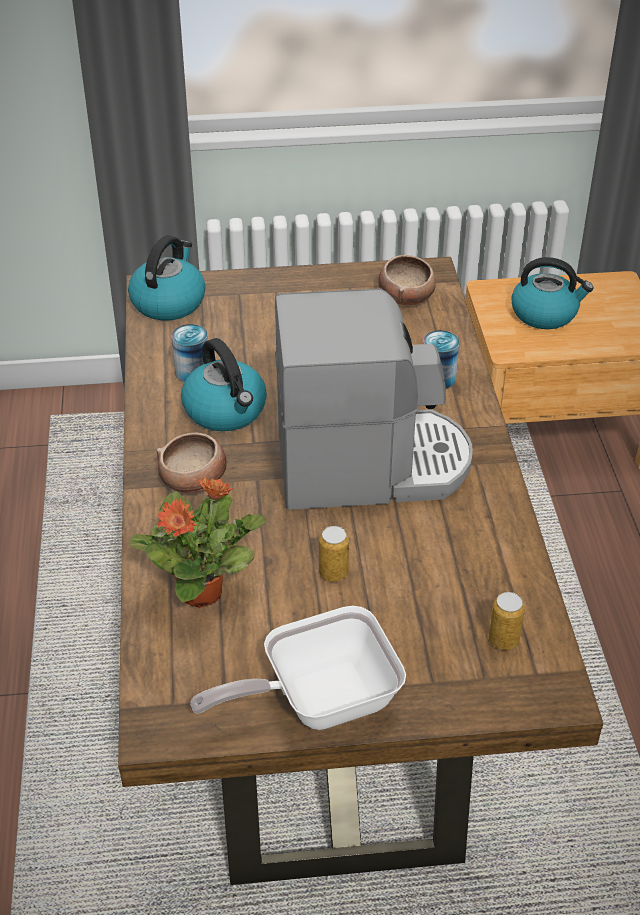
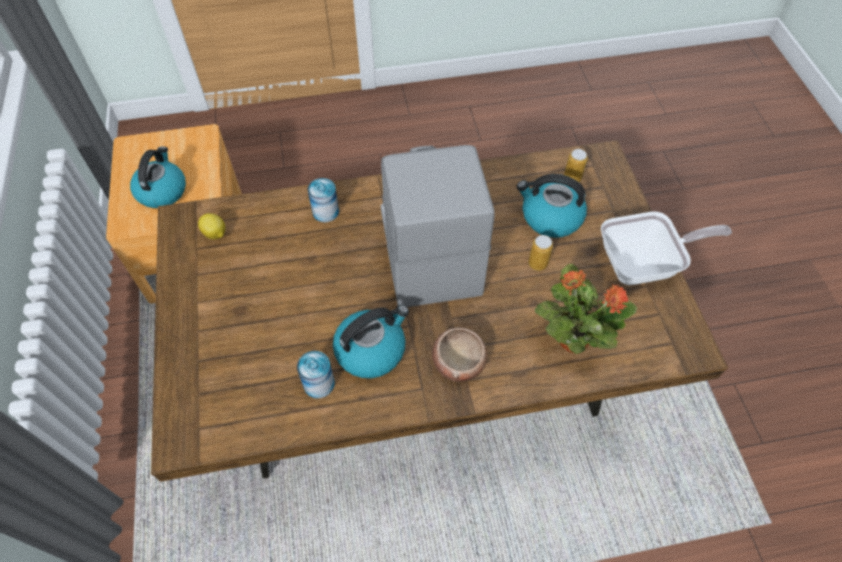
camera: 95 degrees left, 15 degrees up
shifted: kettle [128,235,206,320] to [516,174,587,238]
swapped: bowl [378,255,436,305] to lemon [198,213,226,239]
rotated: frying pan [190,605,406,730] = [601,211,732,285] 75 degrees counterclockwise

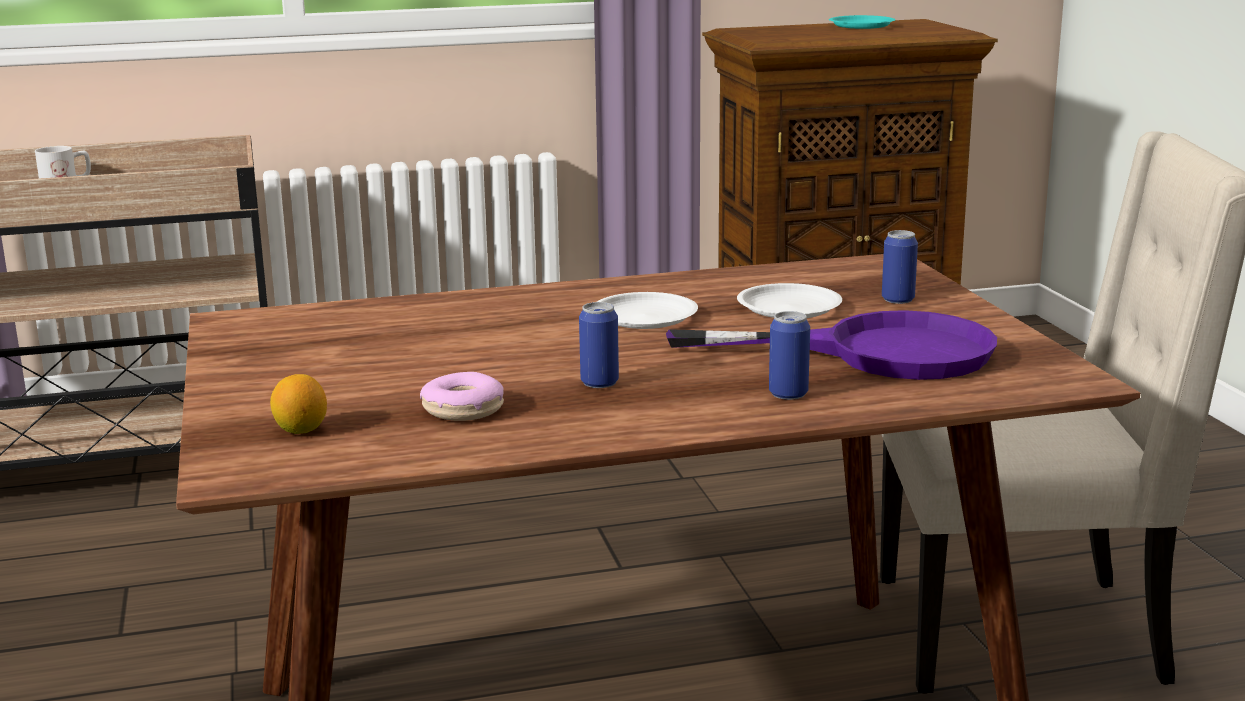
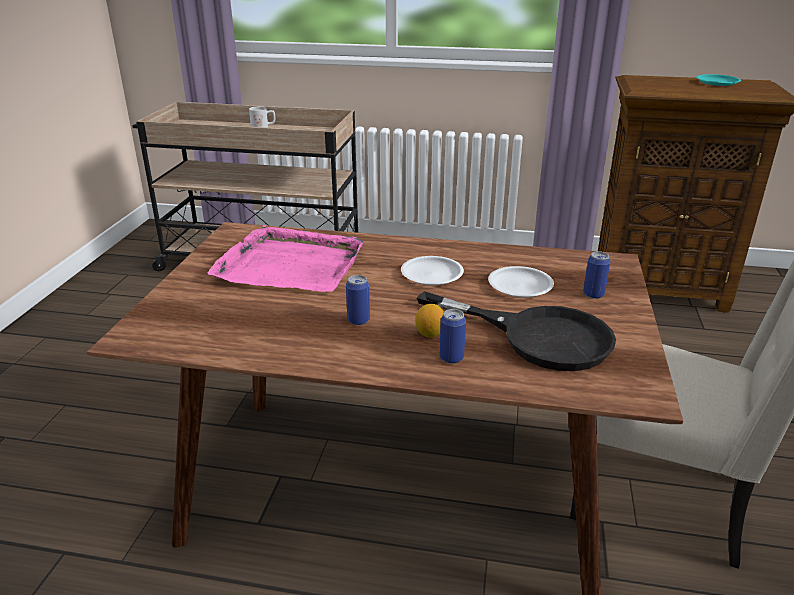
camera: 25 degrees right, 10 degrees up
gone: donut [420,372,504,421]
new: tray (pink) [208,225,364,292]
shifted: lemon [270,374,327,434] to [415,304,444,337]
repainted: frying pan (purple) [666,310,997,380] to frying pan (black) [417,291,616,371]

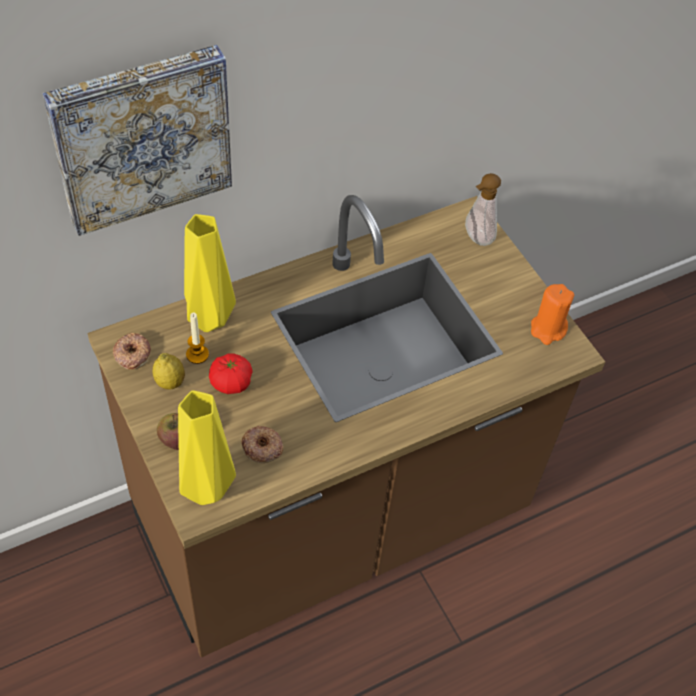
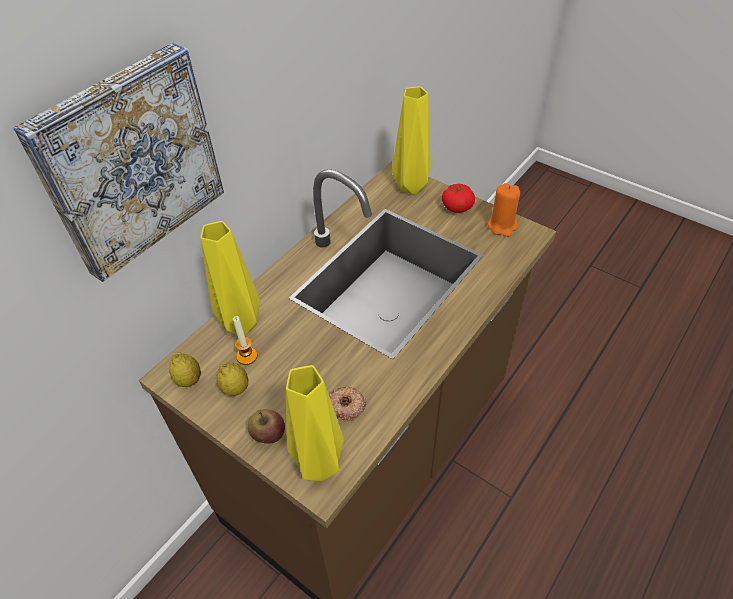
camera: 20 degrees left, 5 degrees down
shifted: tomato [209,353,253,394] to [442,184,475,213]
swapped: donut [113,333,151,370] to lemon [169,353,201,387]; soap dispenser [465,173,501,246] to vase (yellow) [392,86,431,195]

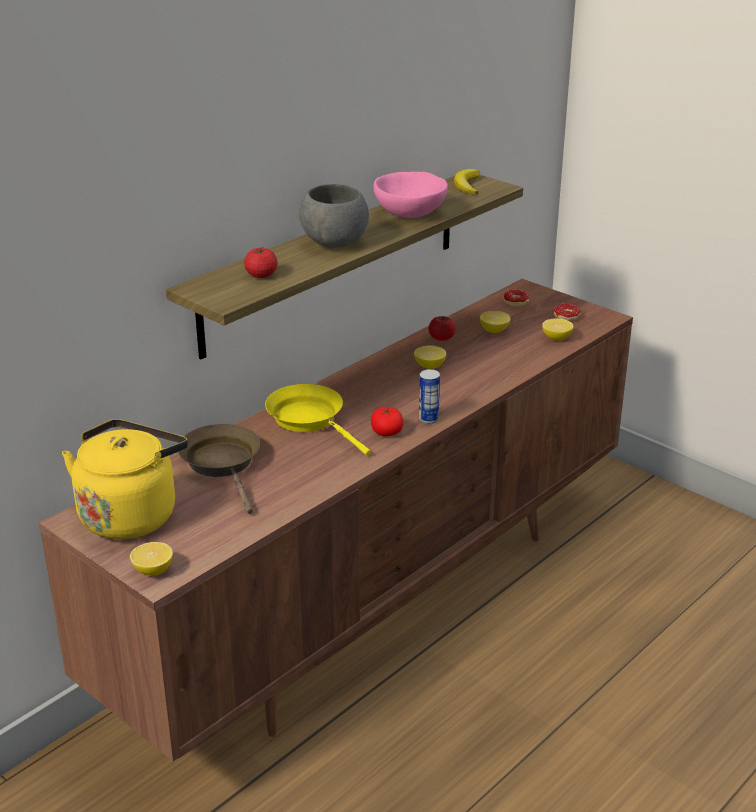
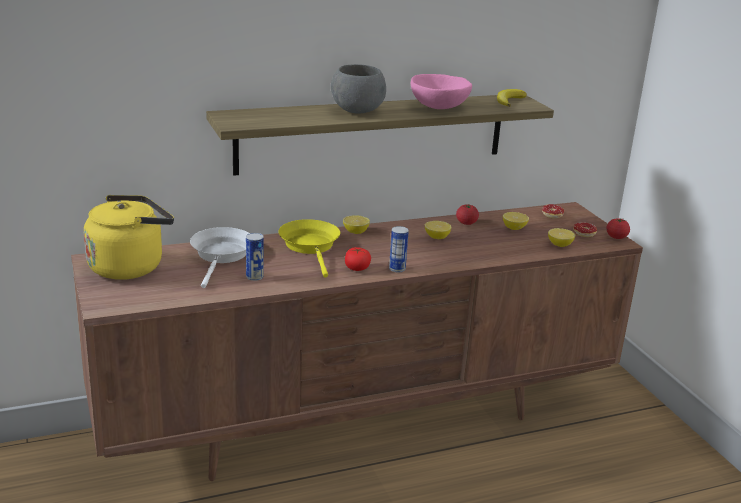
camera: 25 degrees right, 5 degrees down
new: can [246,233,264,281]
shifted: lemon [130,542,173,576] to [343,215,370,234]; tomato [244,247,278,278] to [606,218,630,239]
repainted: frying pan (brown) [178,424,260,514] to frying pan (white) [190,227,250,288]

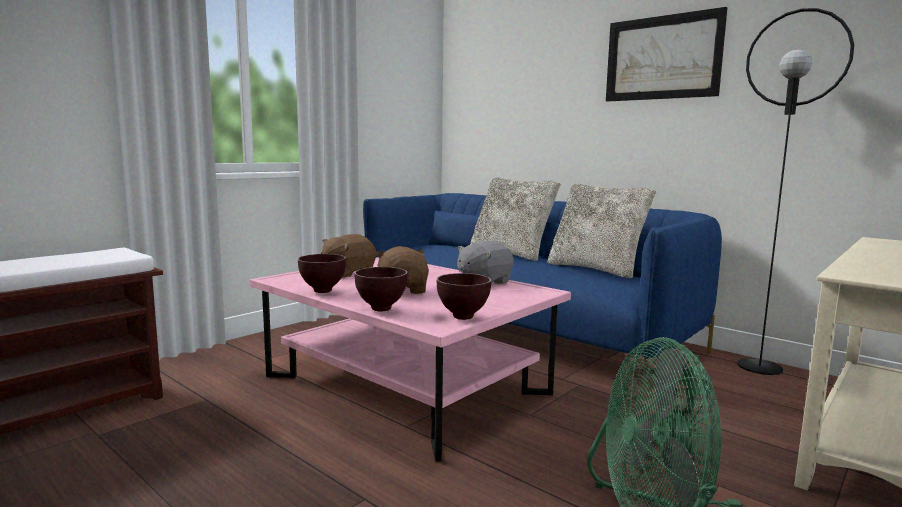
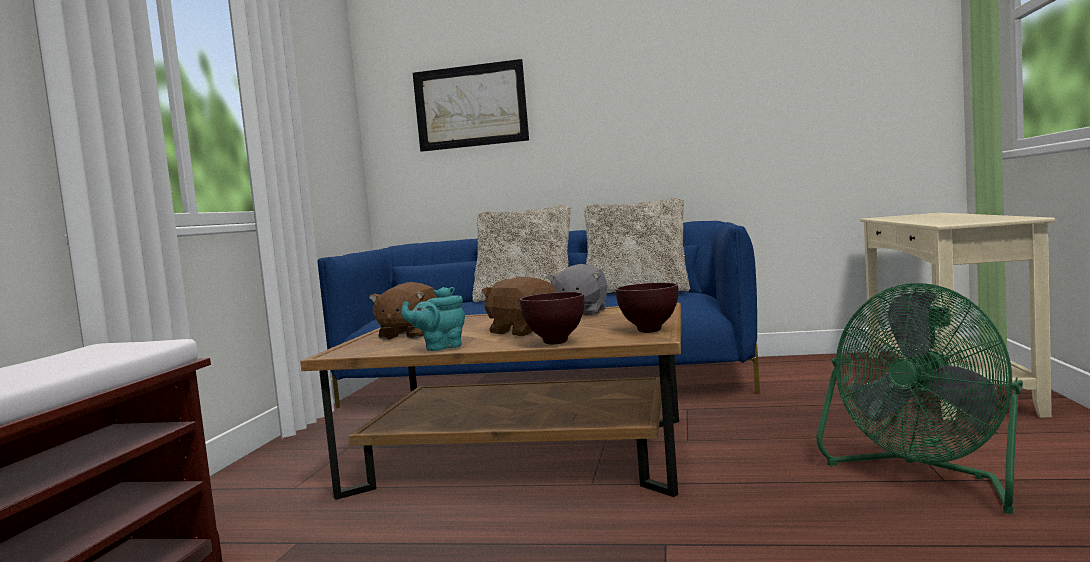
camera: 30 degrees left, 5 degrees down
gone: floor lamp (black) [737,8,854,375]
shifted: picture [606,7,727,102] to [413,59,529,152]
swapped: bowl (brown) [298,254,346,293] to teapot (turquoise) [401,287,465,351]
repainted: coffee table (pink) [250,257,571,462] to coffee table (brown) [300,303,681,500]

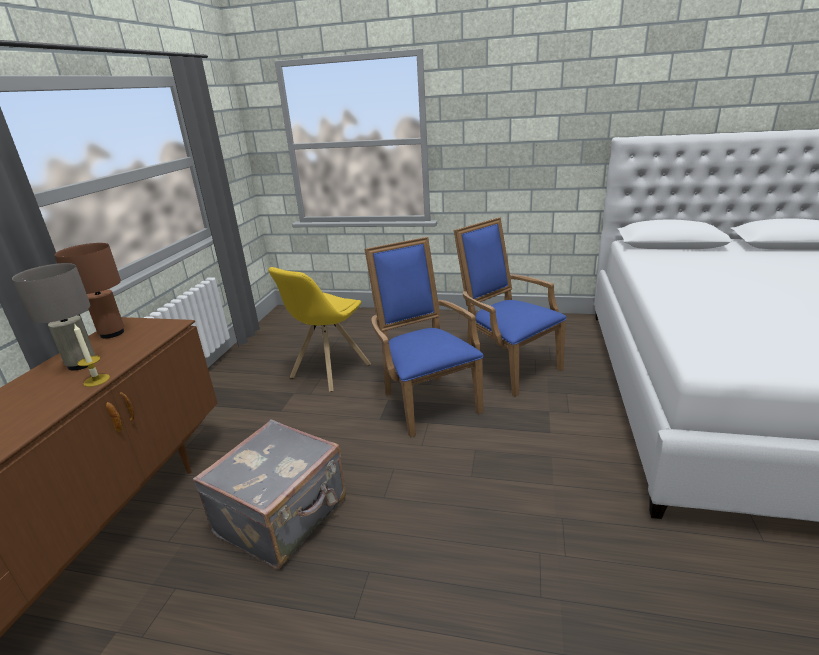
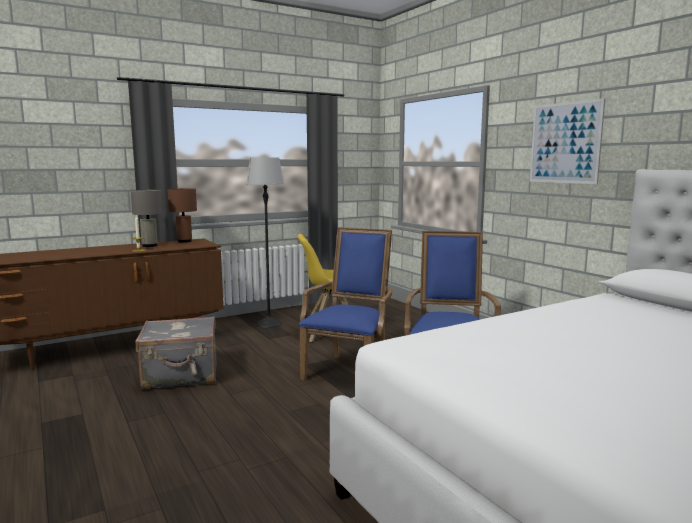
camera: 45 degrees right, 15 degrees down
new: floor lamp [246,157,284,328]; picture [530,98,605,184]

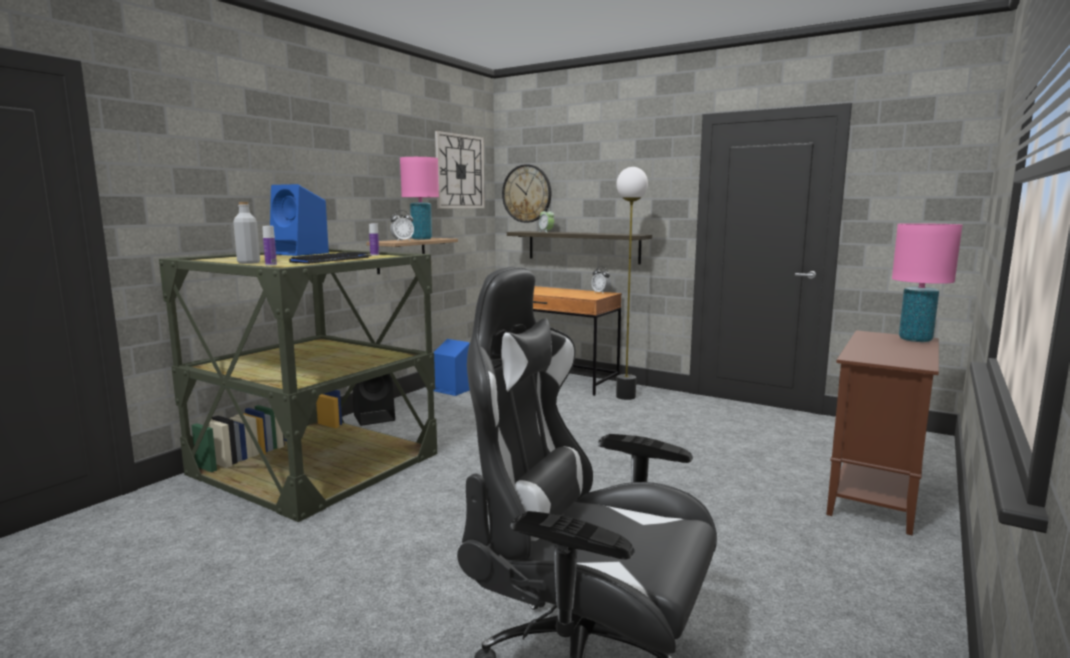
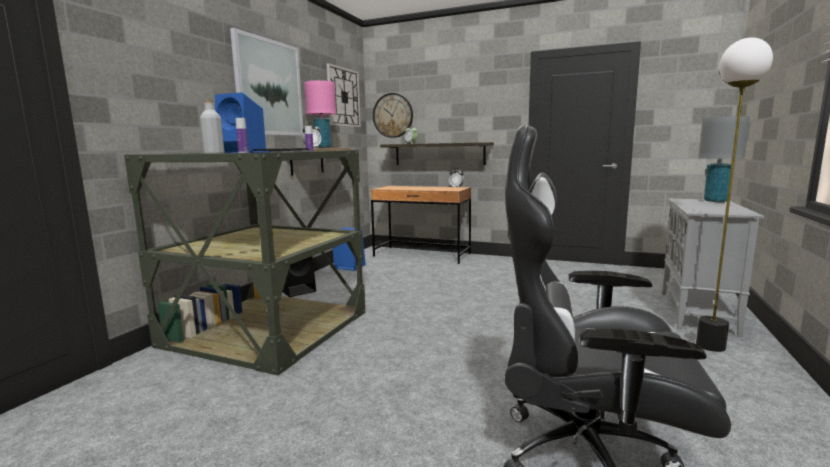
camera: 10 degrees left, 0 degrees up
new: picture [230,28,303,136]
shifted: floor lamp [616,167,648,400] to [696,37,773,352]
repainted: cabinet (brown) [826,330,939,535] to cabinet (grey) [662,199,764,337]; table lamp (pink) [892,223,962,342] to table lamp (grey) [698,116,750,202]

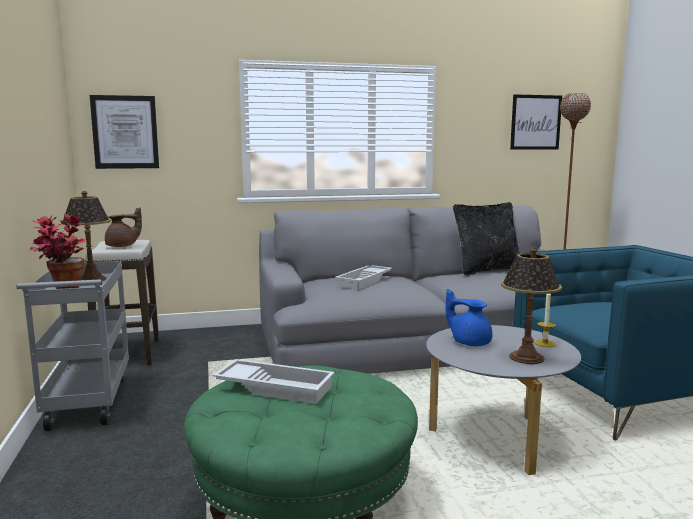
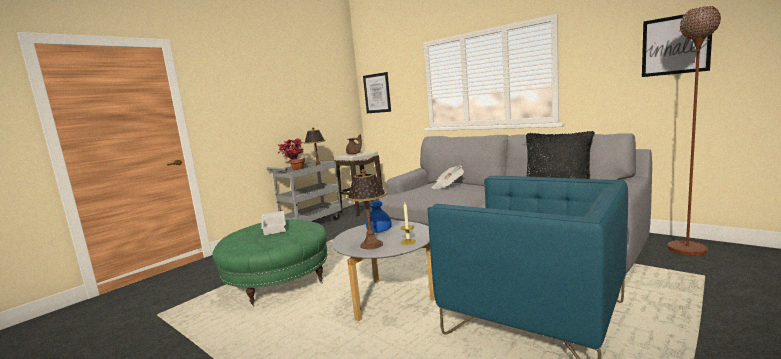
camera: 55 degrees right, 0 degrees up
swapped: tray (white) [335,265,392,289] to newspaper [431,165,464,189]

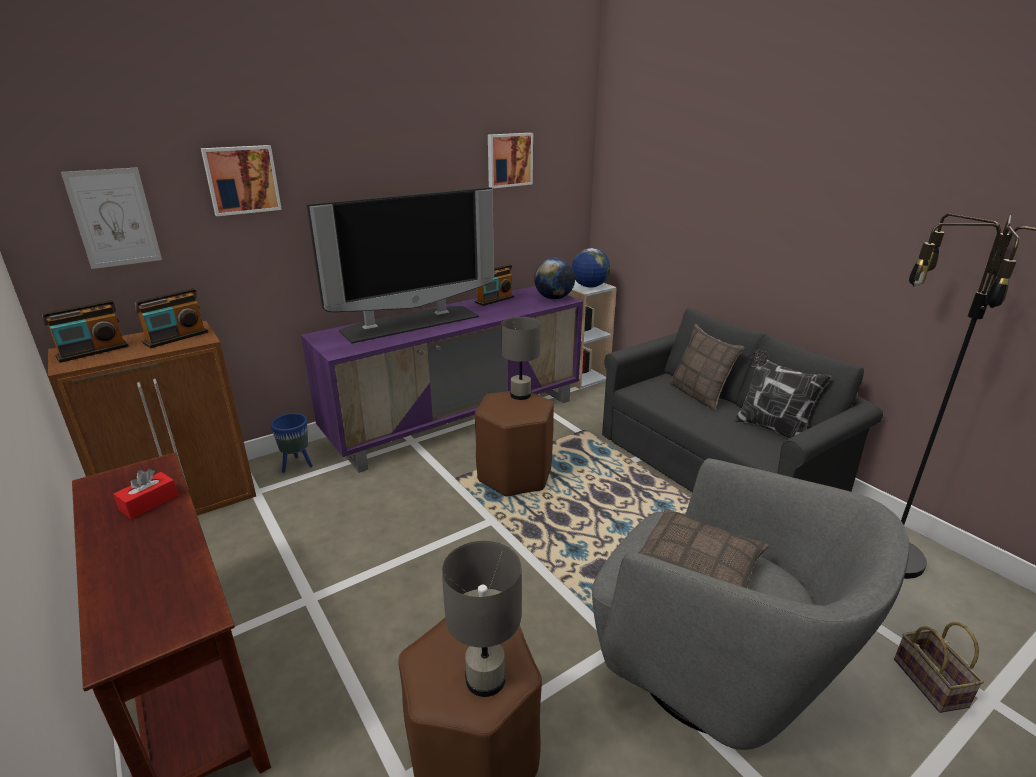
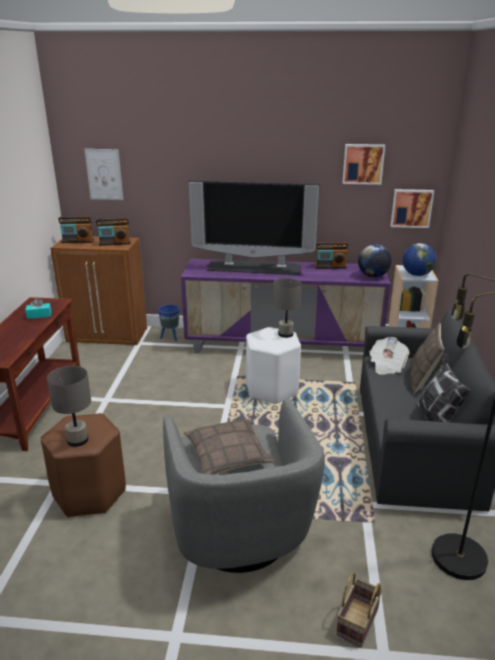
camera: 40 degrees right, 0 degrees up
new: newspaper [369,337,410,375]
shifted: picture [201,145,282,216] to [391,189,434,228]
repainted: tissue box (red) [113,469,178,519] to tissue box (turquoise) [25,298,51,319]; stool (brown) [475,391,554,497] to stool (white) [246,327,301,404]

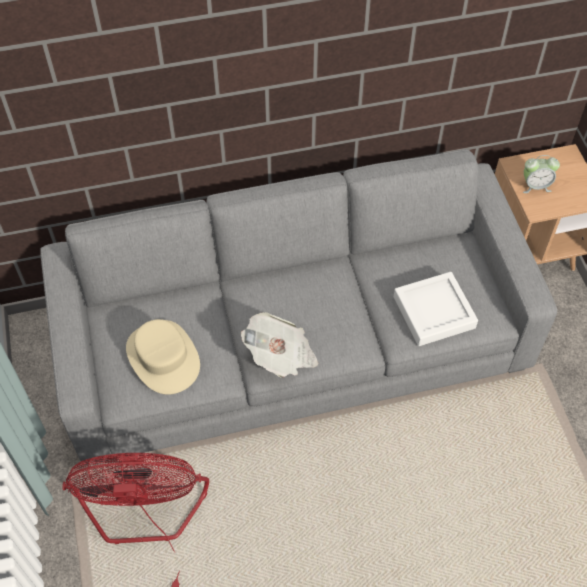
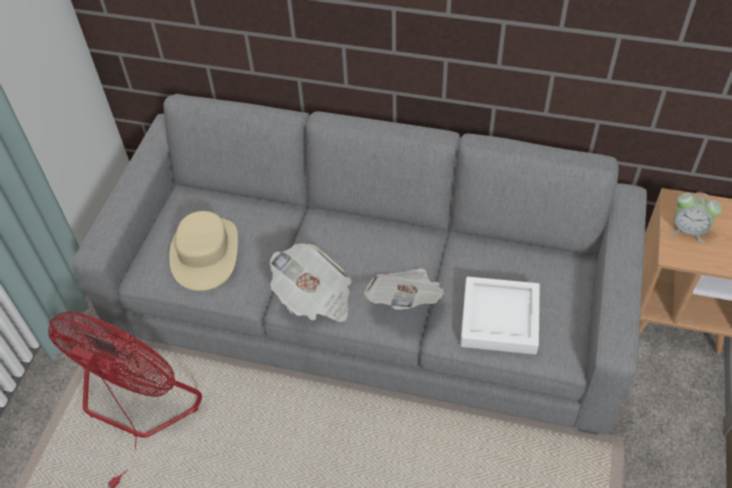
camera: 30 degrees right, 5 degrees down
new: newspaper [364,268,446,310]

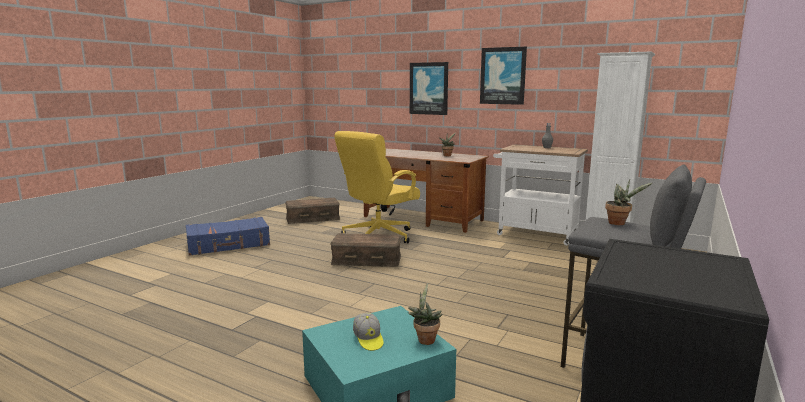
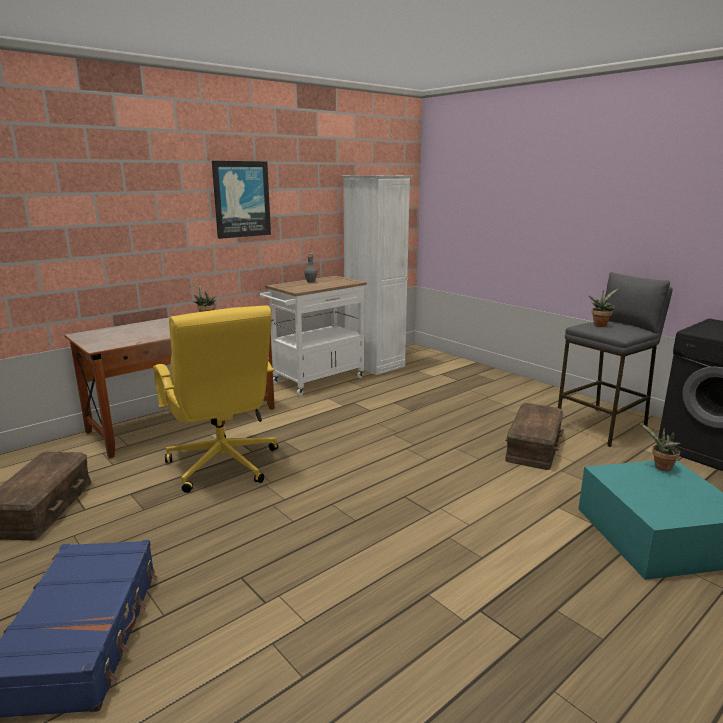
camera: 70 degrees left, 5 degrees up
gone: cap [353,313,384,351]; picture [410,62,448,115]
shifted: storage box (brown) [330,233,401,267] to [505,403,564,470]

